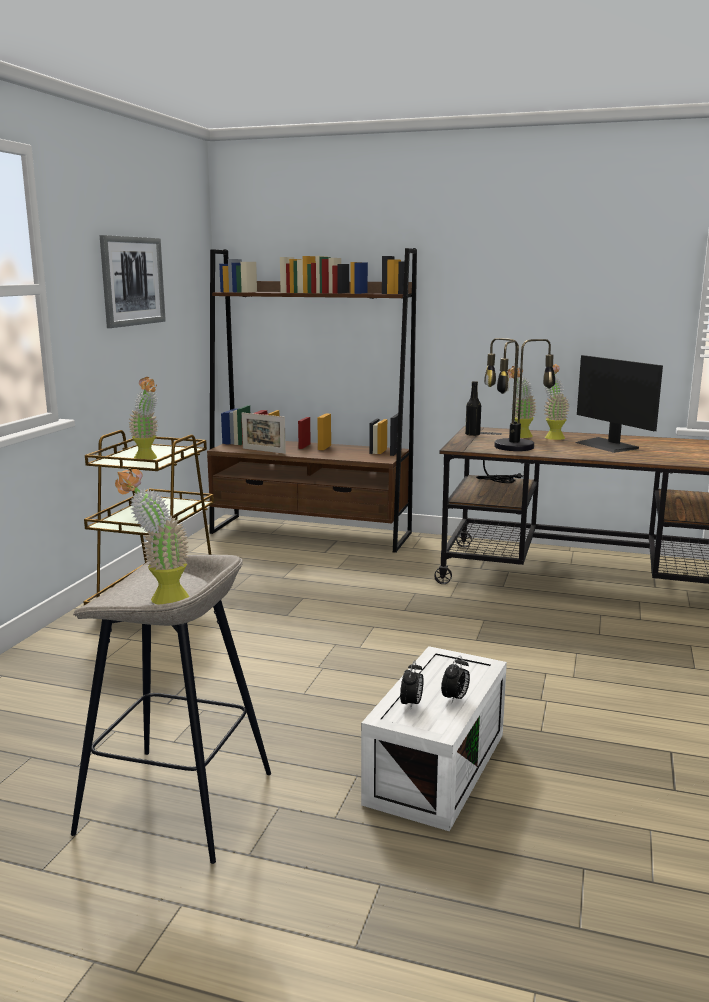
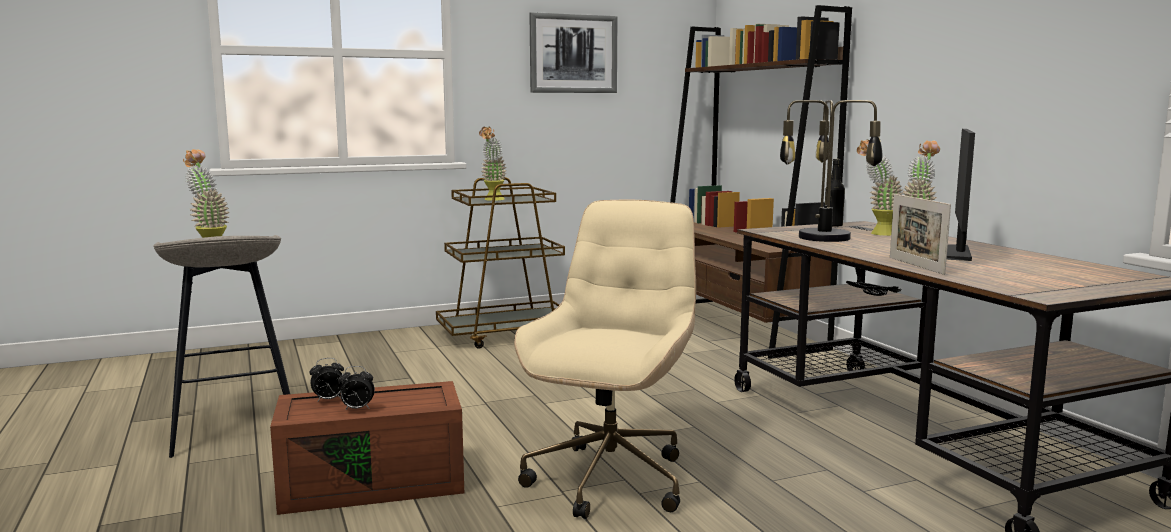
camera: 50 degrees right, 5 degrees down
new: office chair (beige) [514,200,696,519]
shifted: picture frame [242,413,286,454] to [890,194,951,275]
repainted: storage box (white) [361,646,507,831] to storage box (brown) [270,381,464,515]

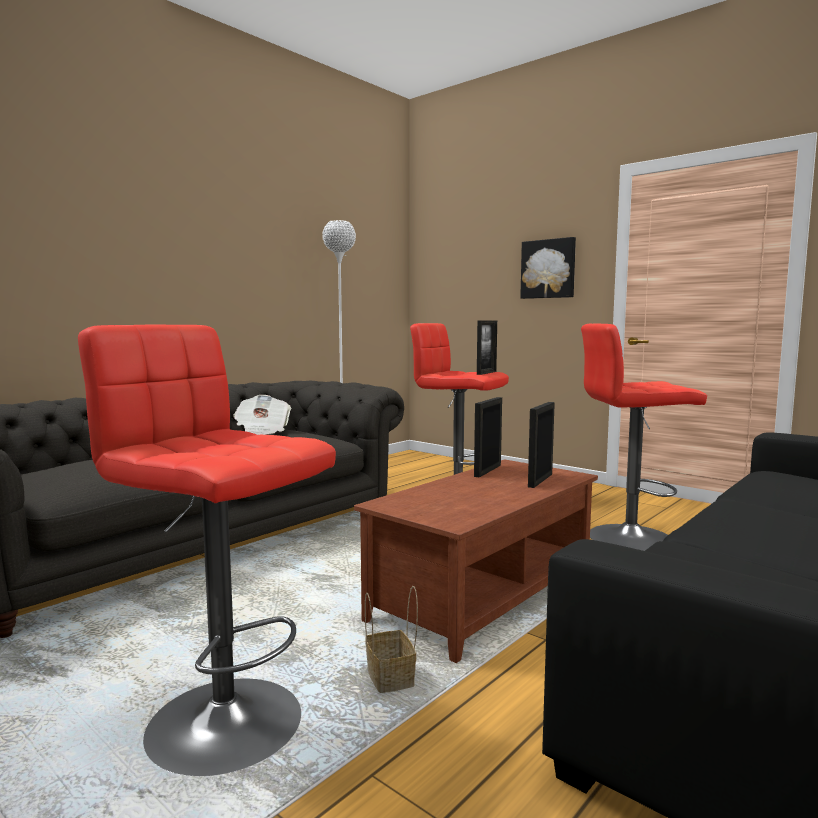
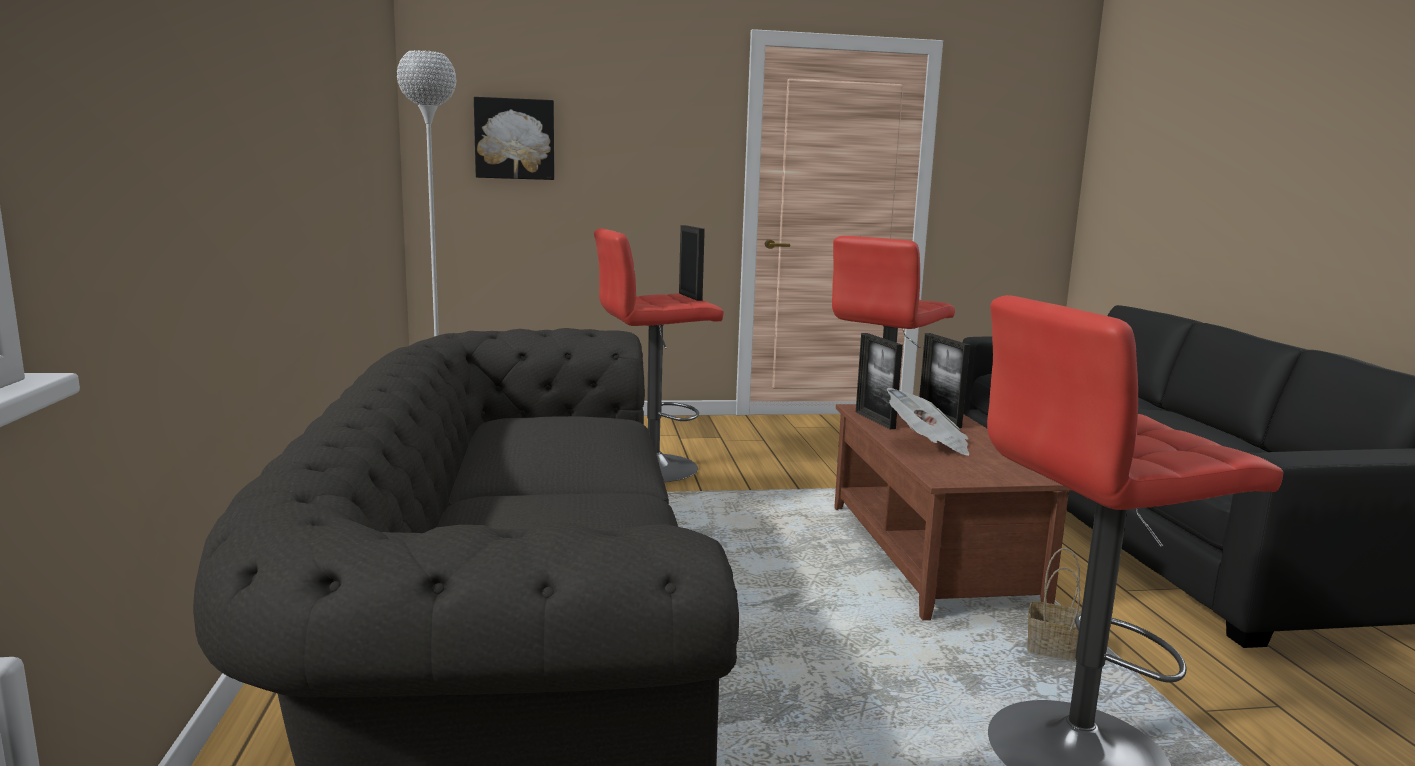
camera: 50 degrees left, 5 degrees up
shifted: newspaper [233,395,291,435] to [887,388,969,456]; picture [520,237,576,299] to [474,97,554,180]

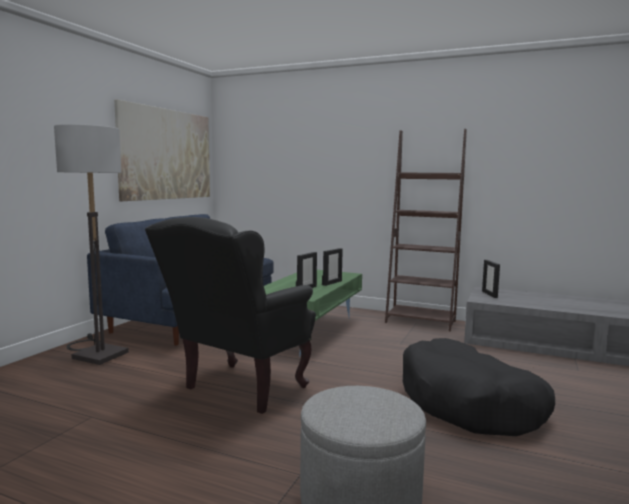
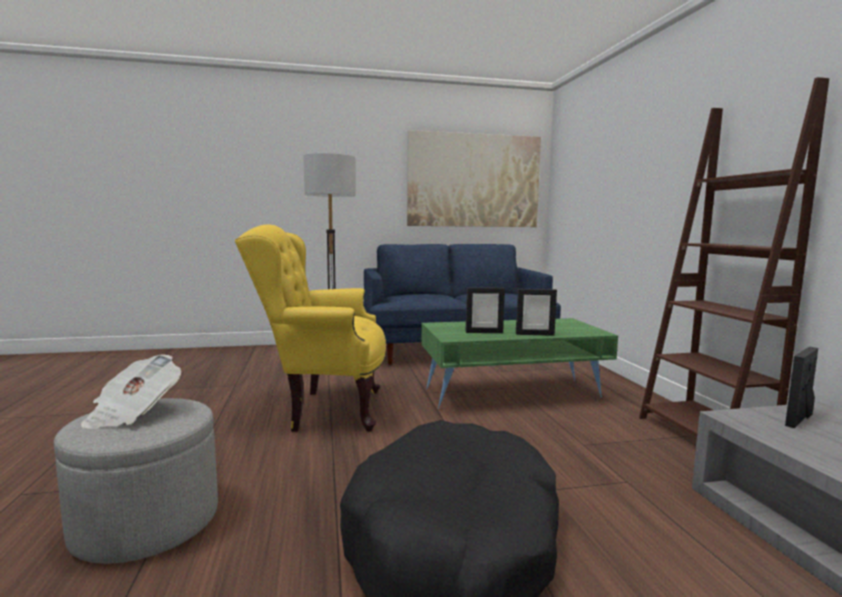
camera: 55 degrees right, 0 degrees up
new: newspaper [81,354,181,429]
repainted: armchair (black) [145,217,316,414] to armchair (yellow) [235,224,386,432]

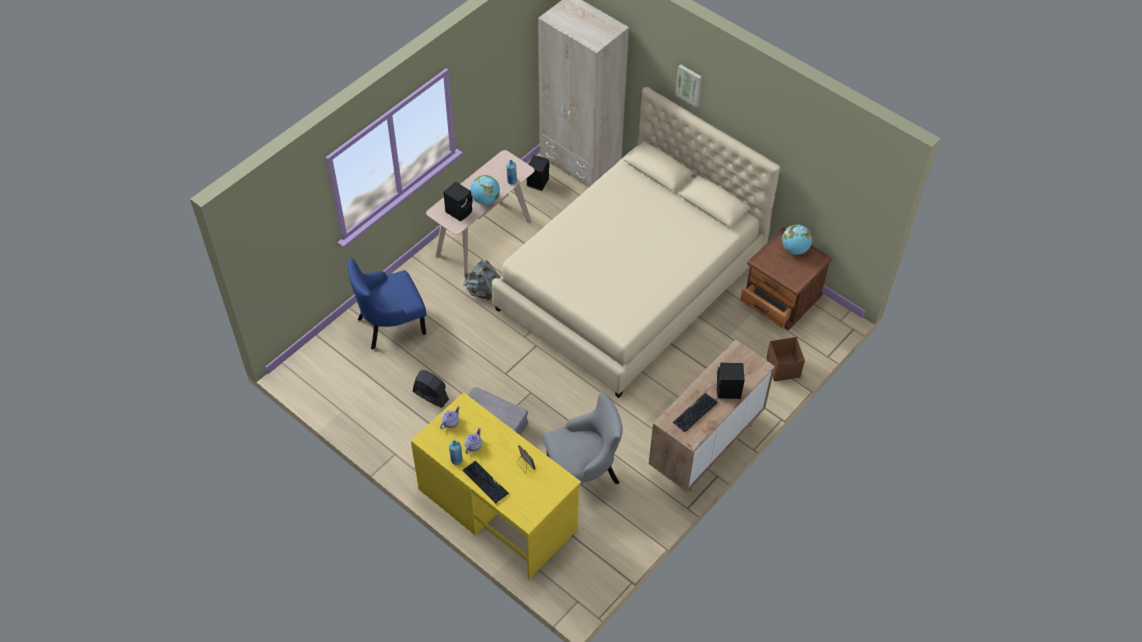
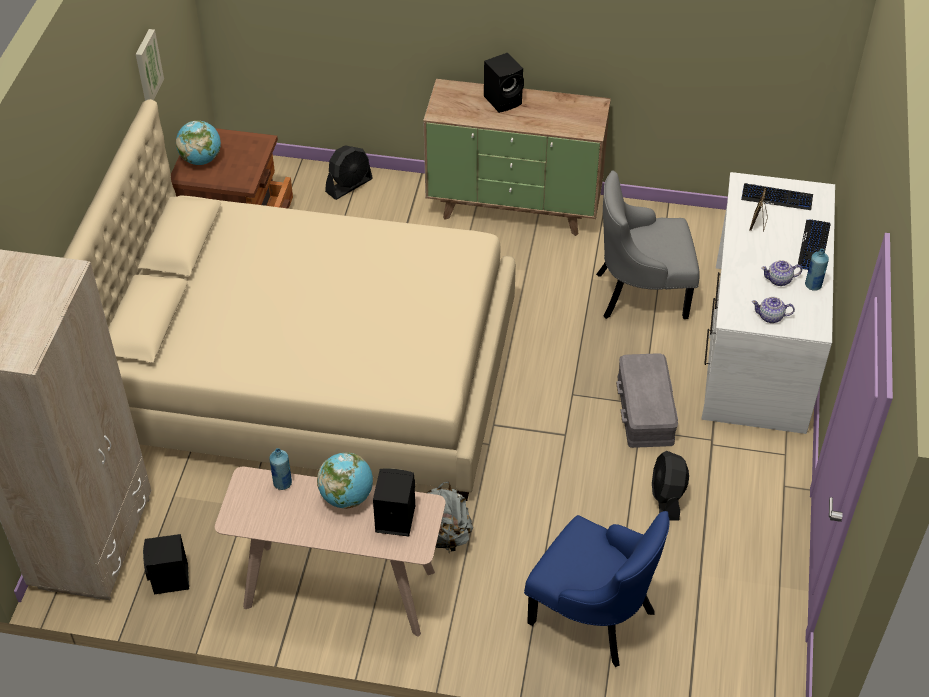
camera: 120 degrees left, 5 degrees down
shifted: keyboard [672,393,718,433] to [741,183,813,210]; picture [675,64,702,107] to [136,29,164,101]
swapped: storage box (brown) [766,337,805,382] to fan (black) [325,145,373,200]
repainted: desk (yellow) [411,392,581,579] to desk (white) [702,172,835,434]
rotated: chair (grey) [543,391,623,484] = [596,171,700,319] 45 degrees counterclockwise

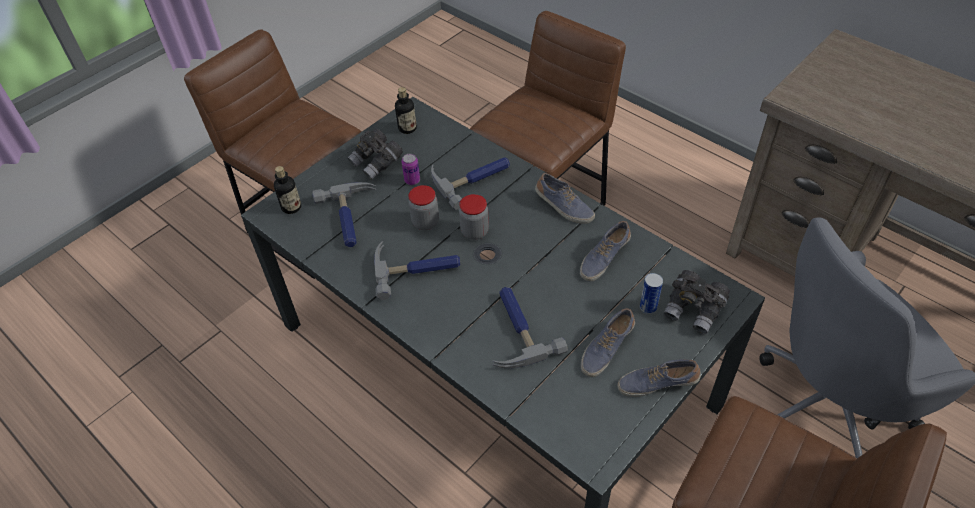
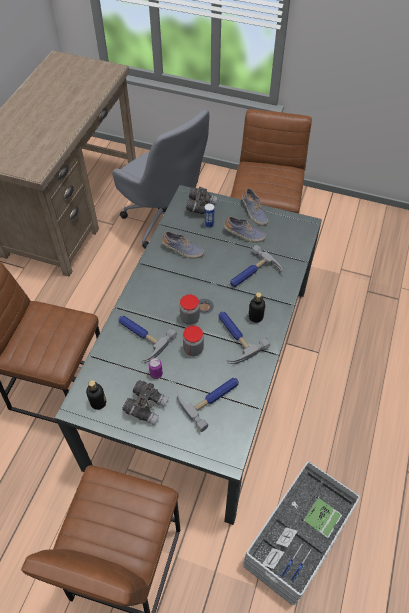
camera: 115 degrees left, 5 degrees up
gone: shoe [535,173,595,224]
new: storage box (grey) [243,462,360,605]
shifted: bottle [274,166,301,214] to [249,292,265,323]

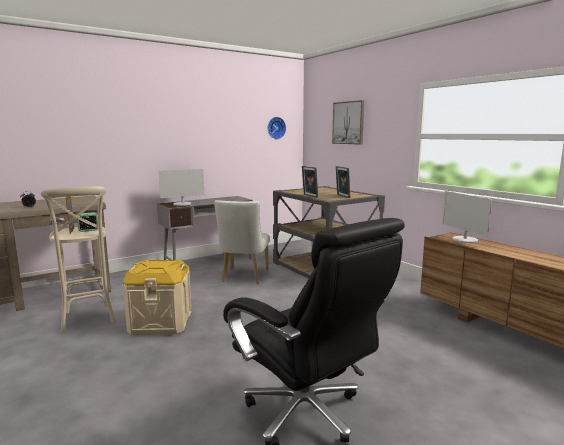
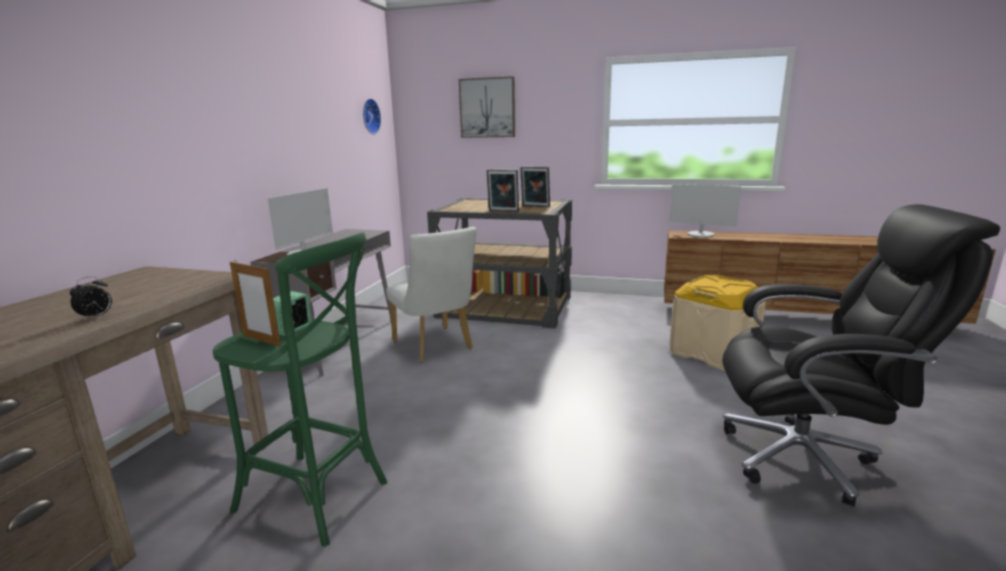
camera: 40 degrees left, 5 degrees up
shifted: storage box (beige) [123,260,191,335] to [670,275,766,371]
repainted: stool (beige) [41,187,116,332] to stool (green) [213,232,387,547]

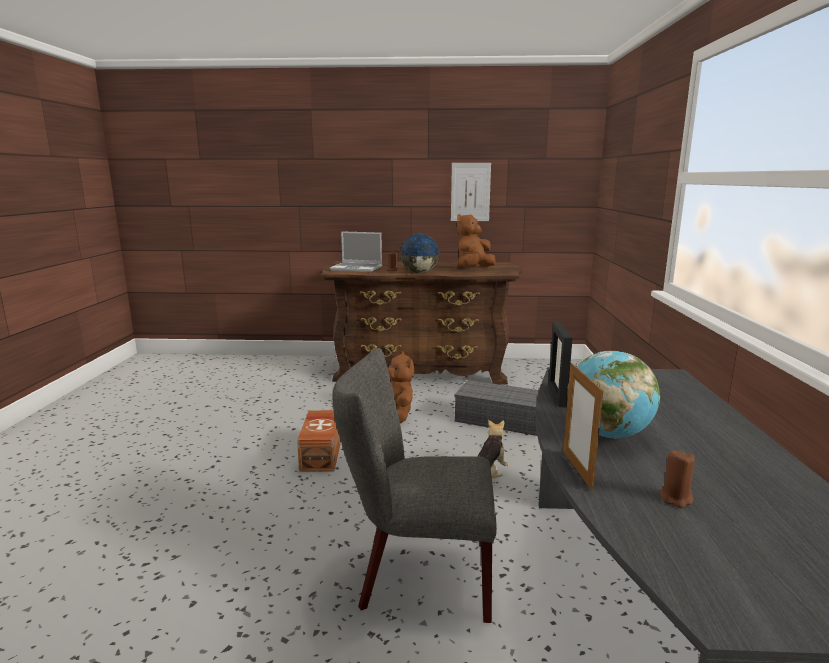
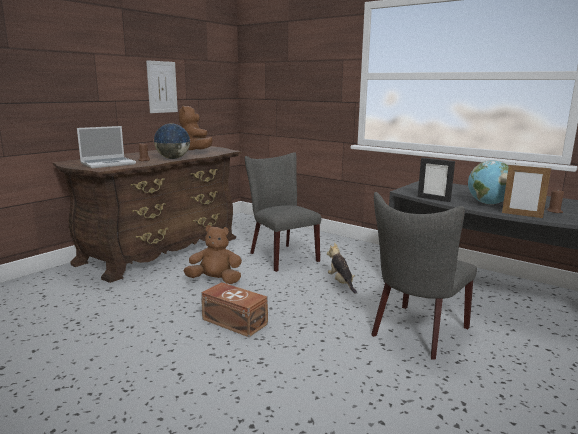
camera: 55 degrees left, 0 degrees up
swapped: storage box (grey) [454,380,539,436] to chair (grey) [245,152,321,272]

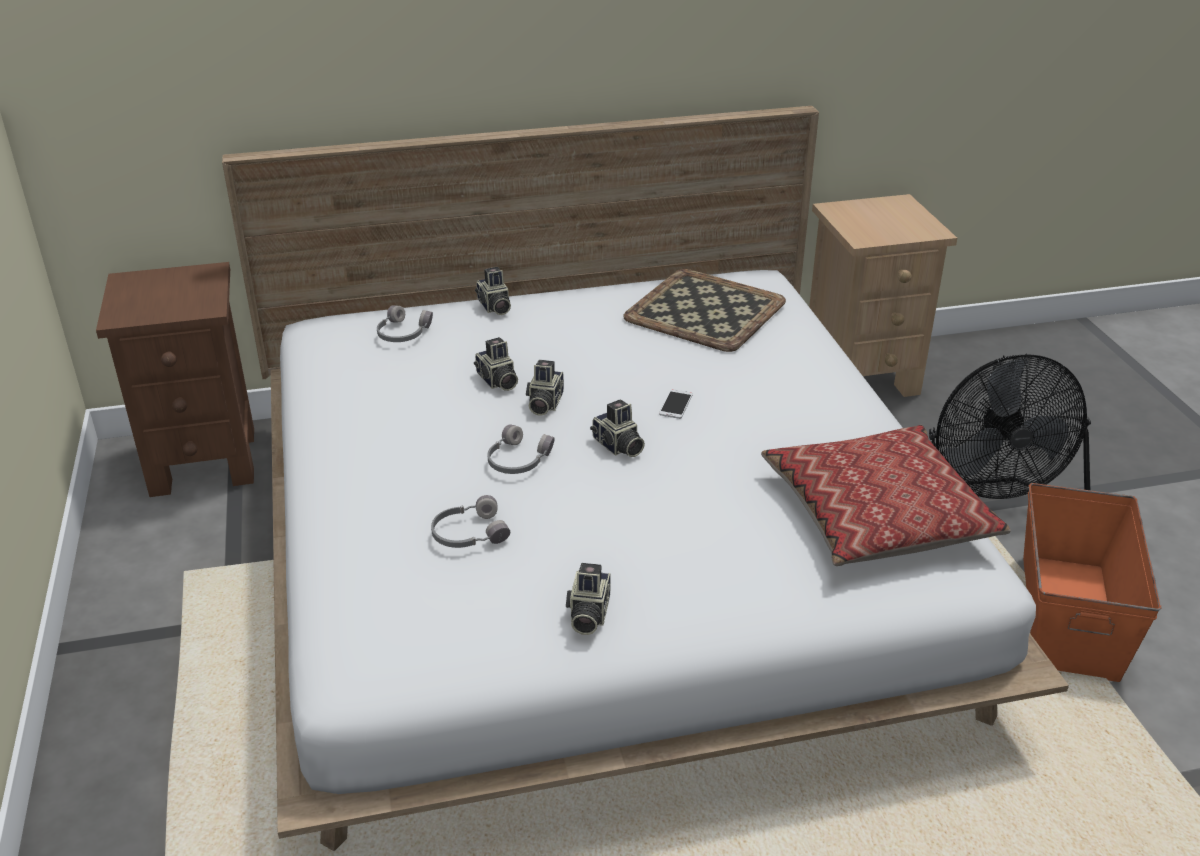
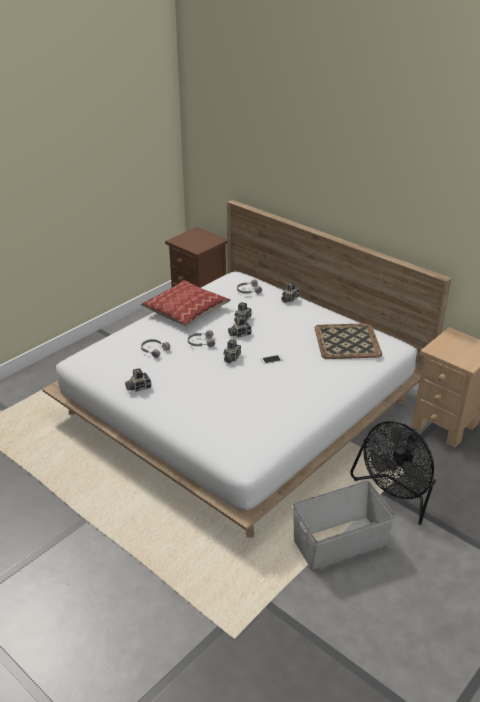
camera: 55 degrees right, 0 degrees up
shifted: pillow [761,425,1011,566] to [141,280,231,327]
repainted: storage box (orange) [1023,483,1161,682] to storage box (grey) [293,481,396,570]

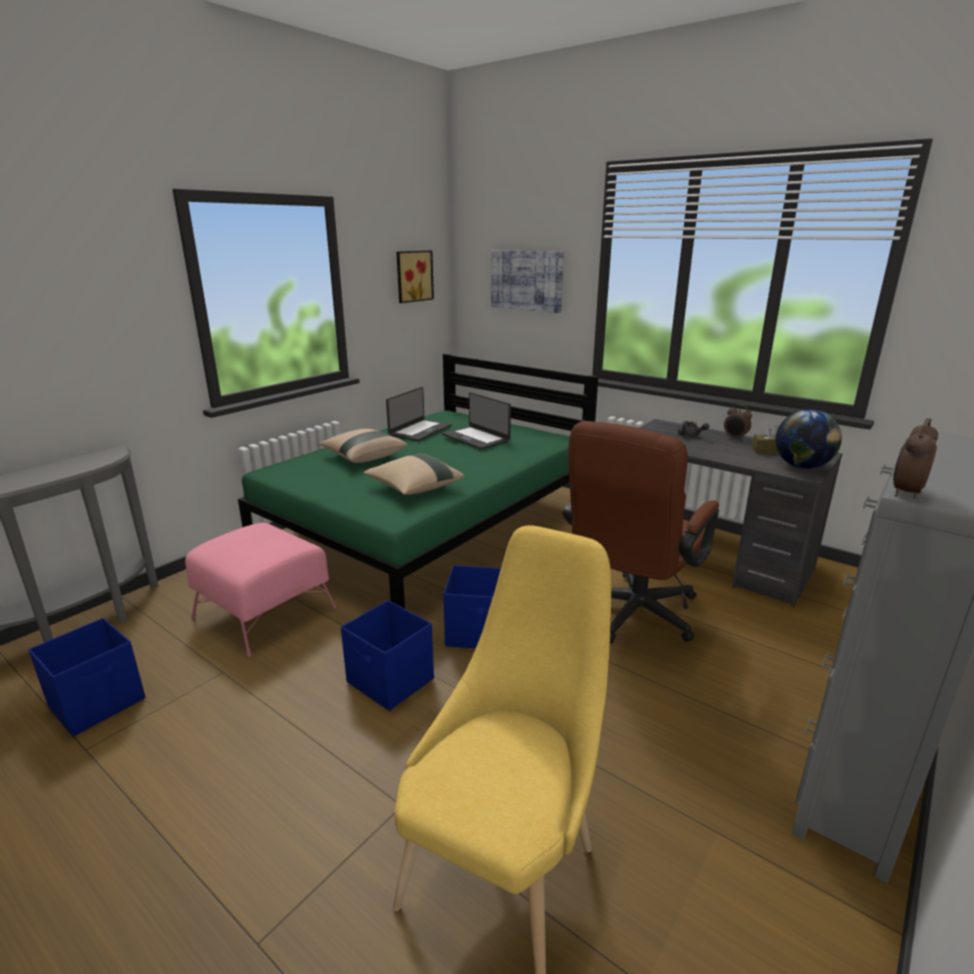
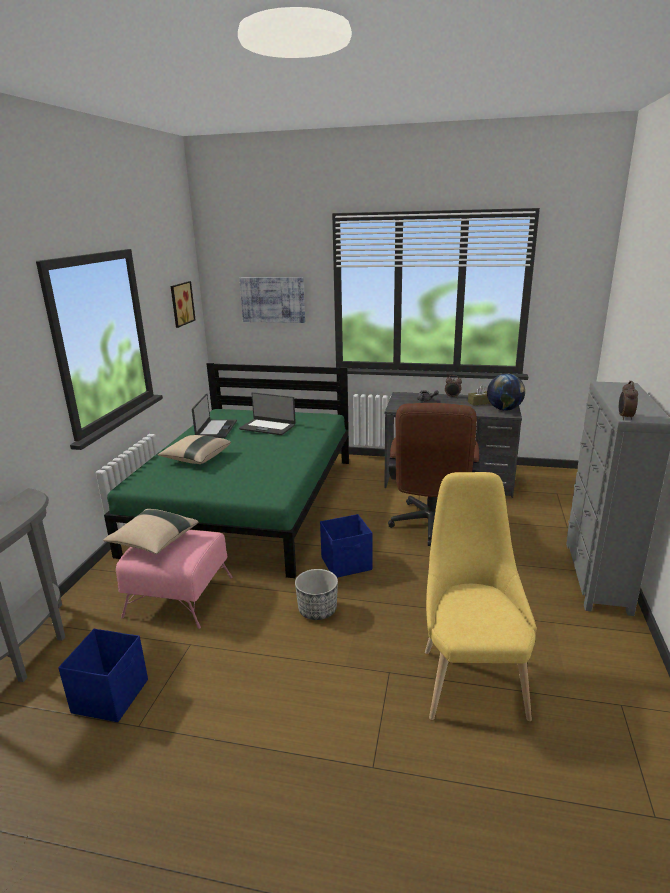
camera: 25 degrees left, 0 degrees up
shifted: pillow (beige) [363,454,464,495] to [103,509,198,554]
swapped: storage box (blue) [341,600,434,711] to planter [295,569,338,620]

